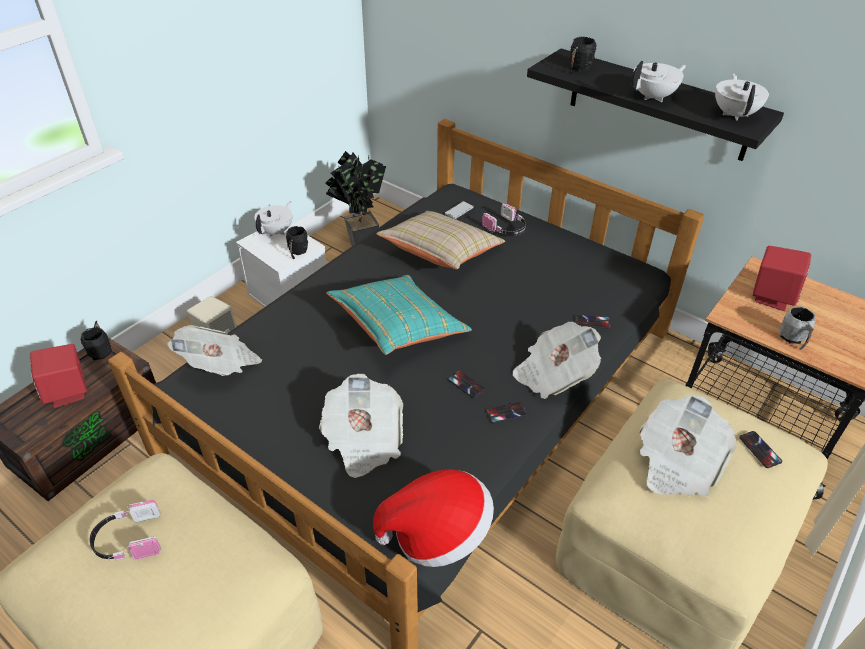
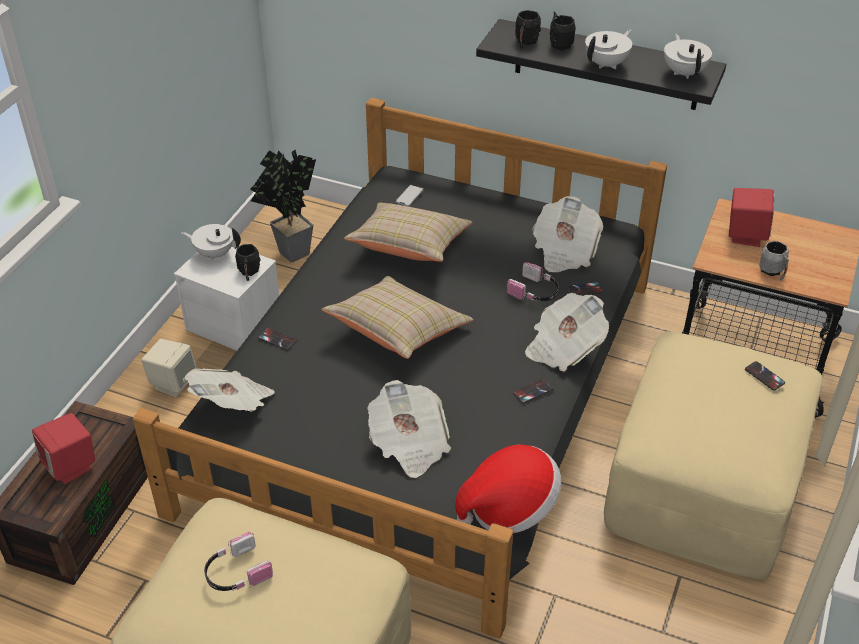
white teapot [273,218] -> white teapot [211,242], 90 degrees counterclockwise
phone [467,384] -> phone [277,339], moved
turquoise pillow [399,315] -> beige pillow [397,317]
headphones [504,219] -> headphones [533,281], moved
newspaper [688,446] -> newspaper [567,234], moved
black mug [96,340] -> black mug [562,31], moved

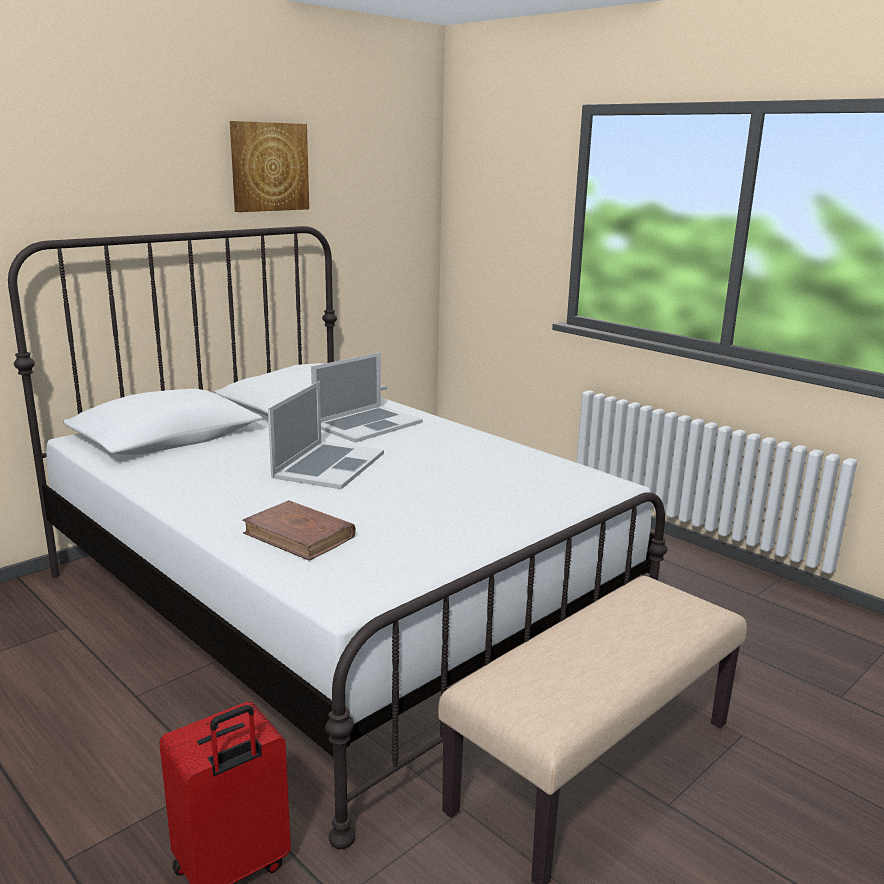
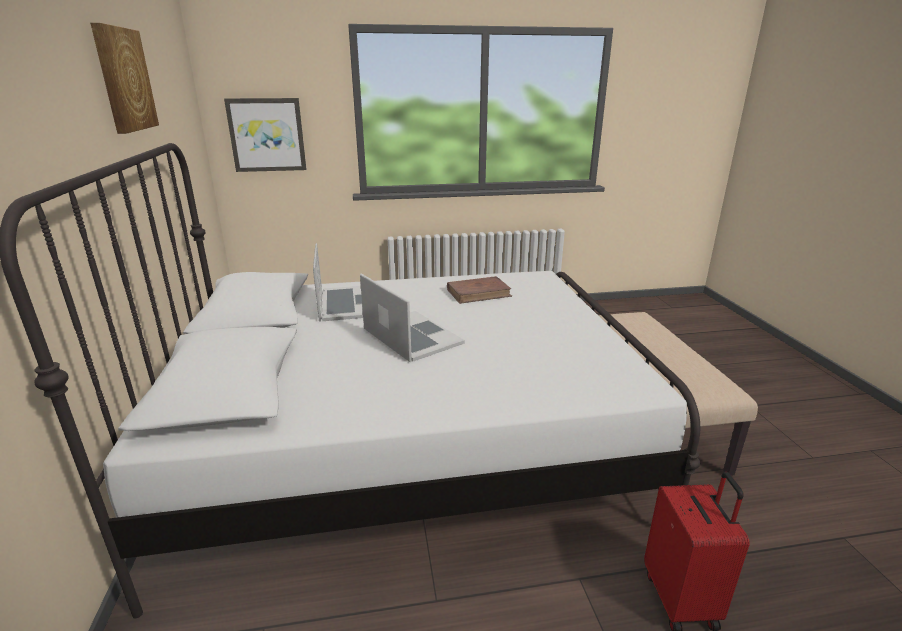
none -> picture [265,135]
brown book [299,530] -> brown book [479,290], moved

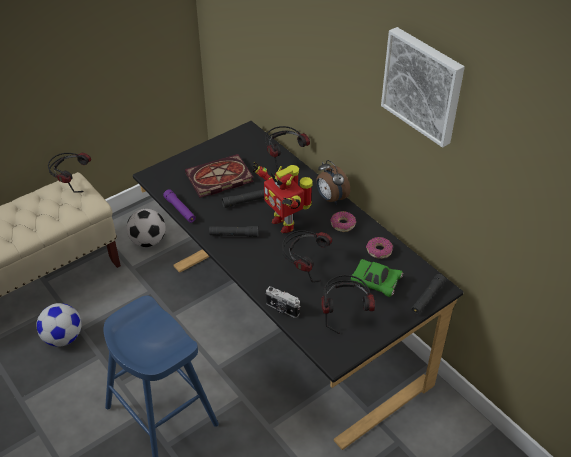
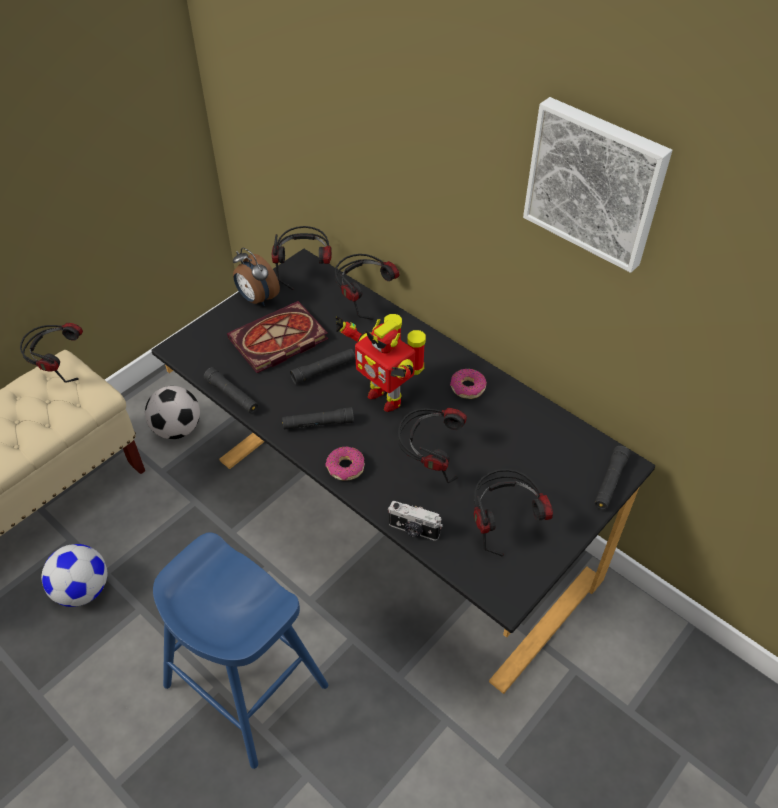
purple flashlight [179,206] -> black flashlight [231,390]
alarm clock [333,182] -> alarm clock [256,277], moved
none -> headphones [302,258]
donut [379,248] -> donut [345,464], moved
green toy car [377,278] -> none

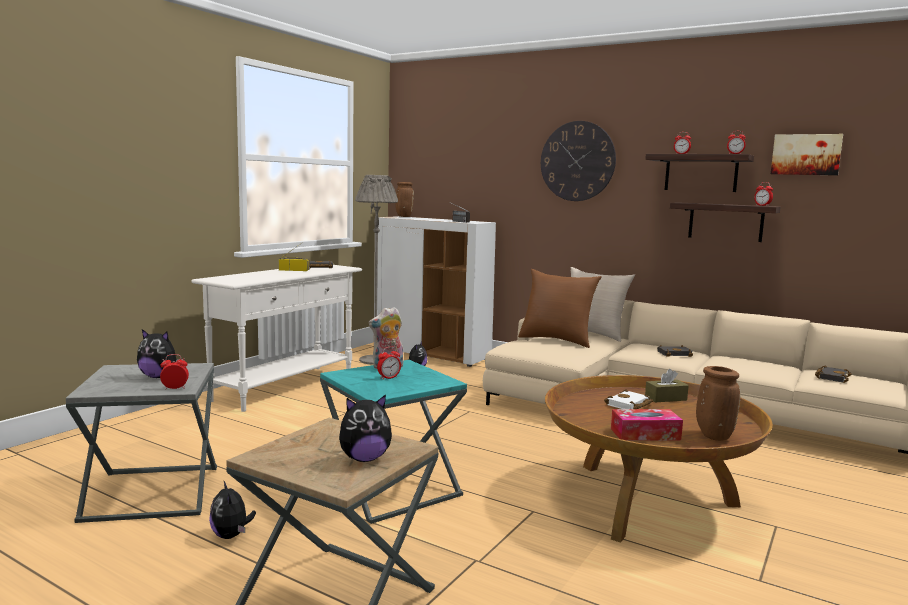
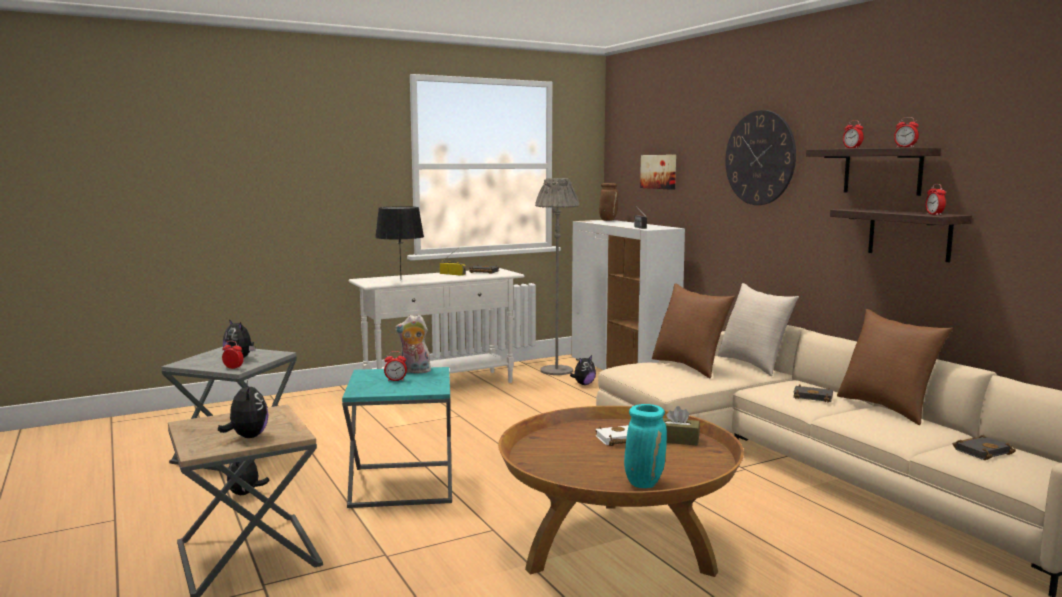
plush toy [365,428] -> plush toy [243,409], 120 degrees counterclockwise
none -> black table lamp [399,240]
brown vase [718,403] -> turquoise vase [645,446]
picture [807,154] -> picture [658,172], moved
none -> brown pillow [895,367]
tissue box [647,425] -> none

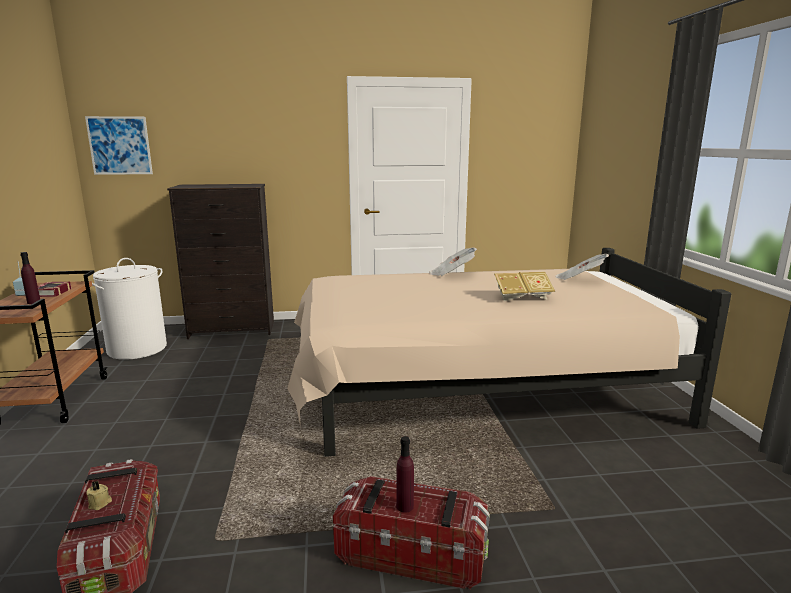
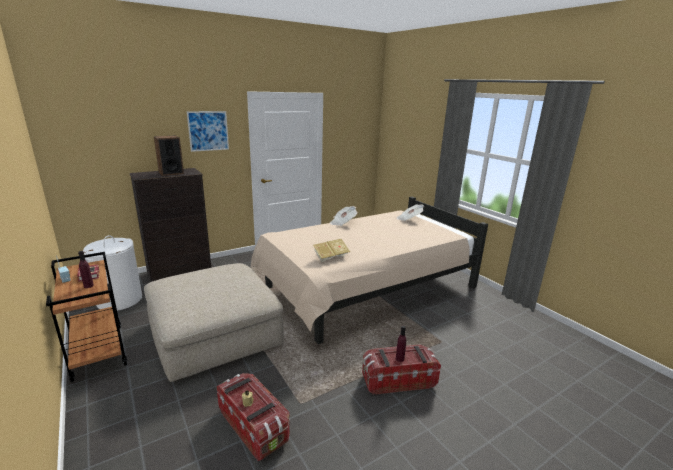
none -> beige ottoman [214,322]
none -> speaker [169,156]
picture [119,145] -> picture [208,131], moved
book [524,287] -> book [331,250], moved

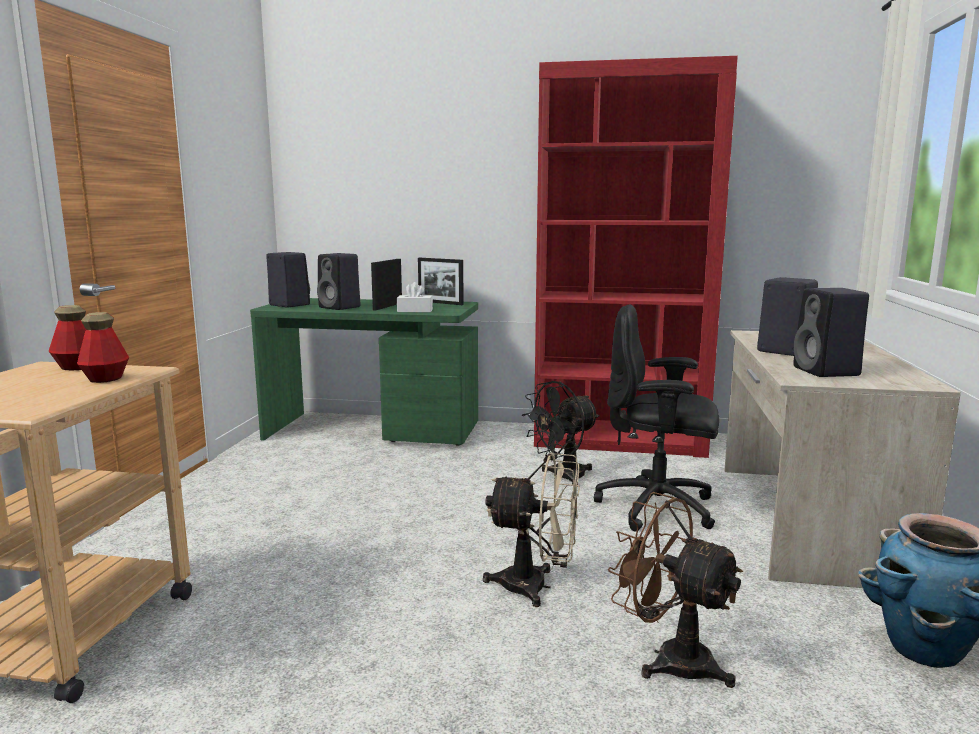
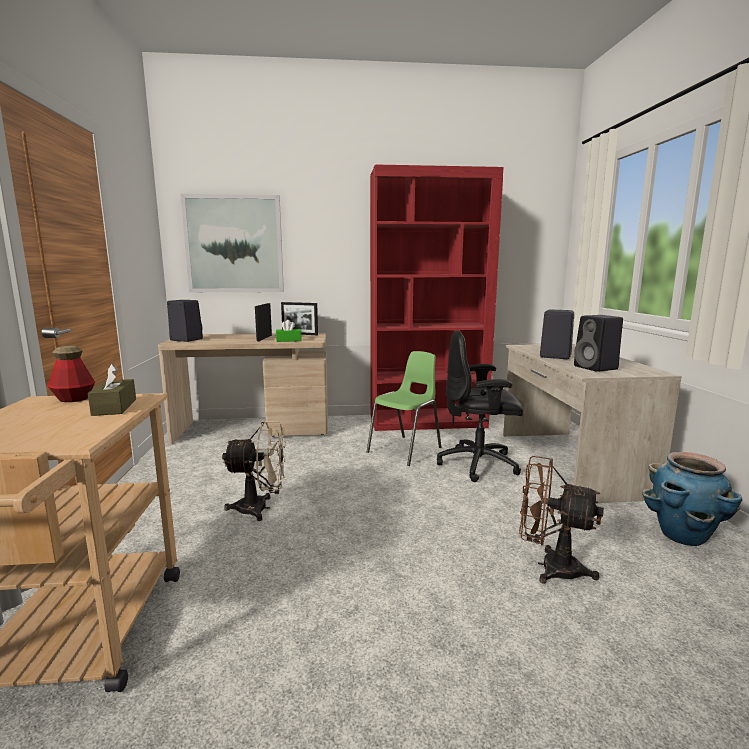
bottle [103,347] -> brown tissue box [112,390]
green desk [364,372] -> beige desk [243,389]
none -> picture [232,243]
beige fan [531,529] -> beige fan [254,471], moved
white tissue box [415,297] -> green tissue box [289,331]
black fan [561,433] -> green chair [404,408]
black speaker [339,281] -> none

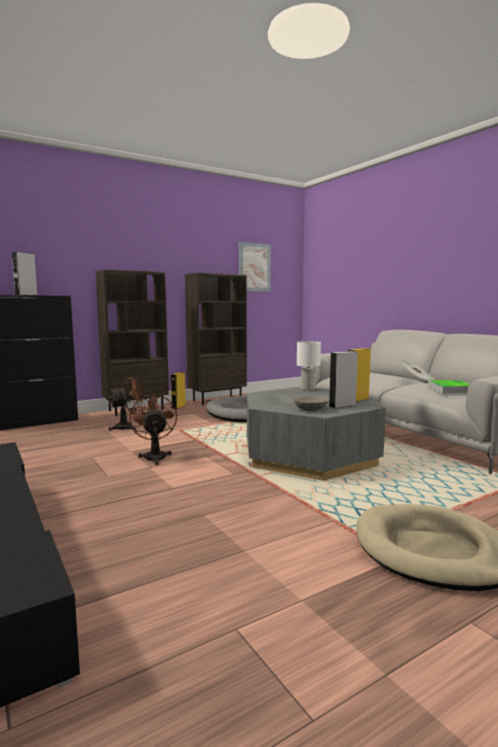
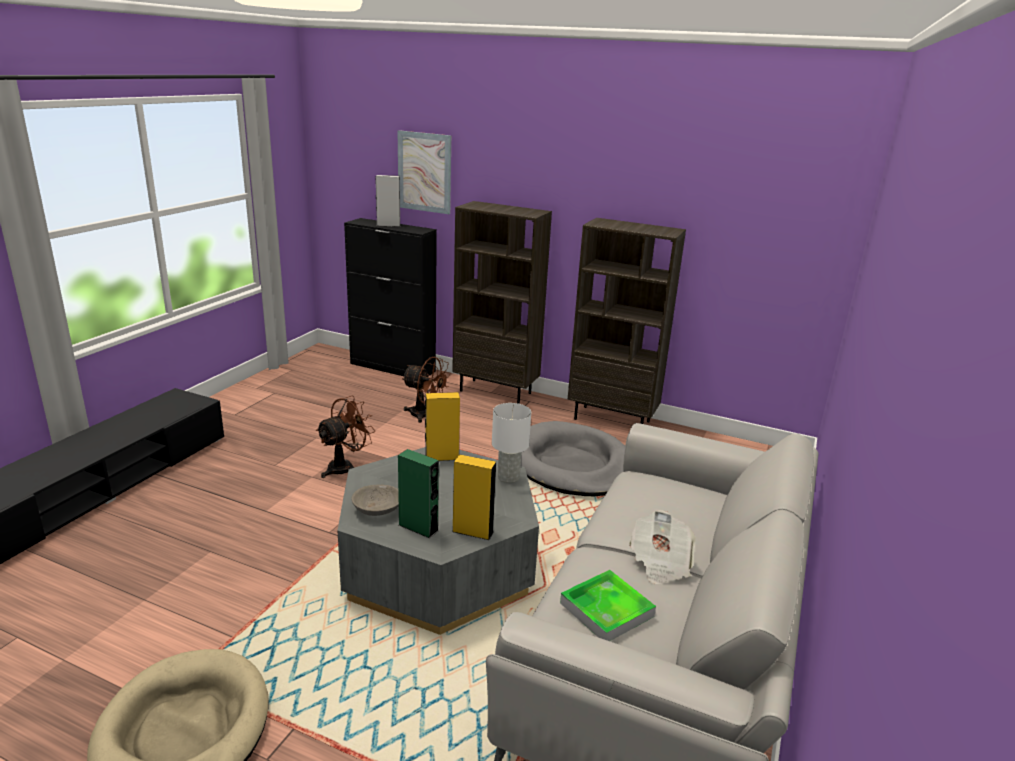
picture [255,266] -> picture [424,172], moved
grey speaker [343,379] -> green speaker [418,493]
yellow speaker [178,390] -> yellow speaker [442,426], moved

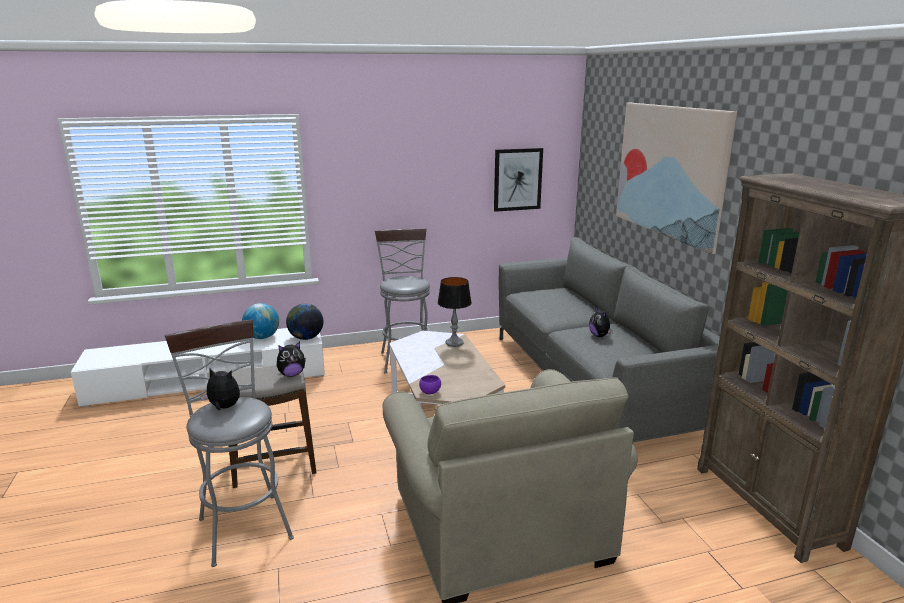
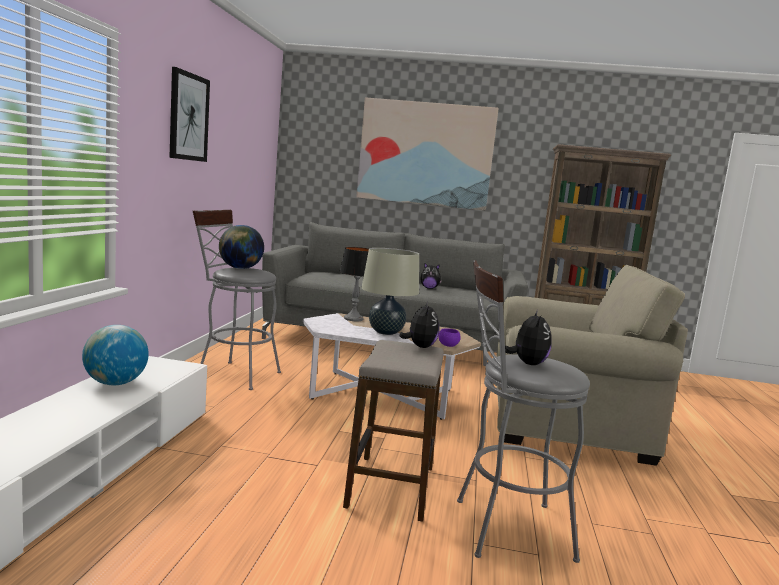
picture [518,180] -> picture [189,114], moved
globe [304,322] -> globe [241,247], moved
none -> beige table lamp [390,291]
plush toy [220,389] -> plush toy [528,337], 150 degrees clockwise

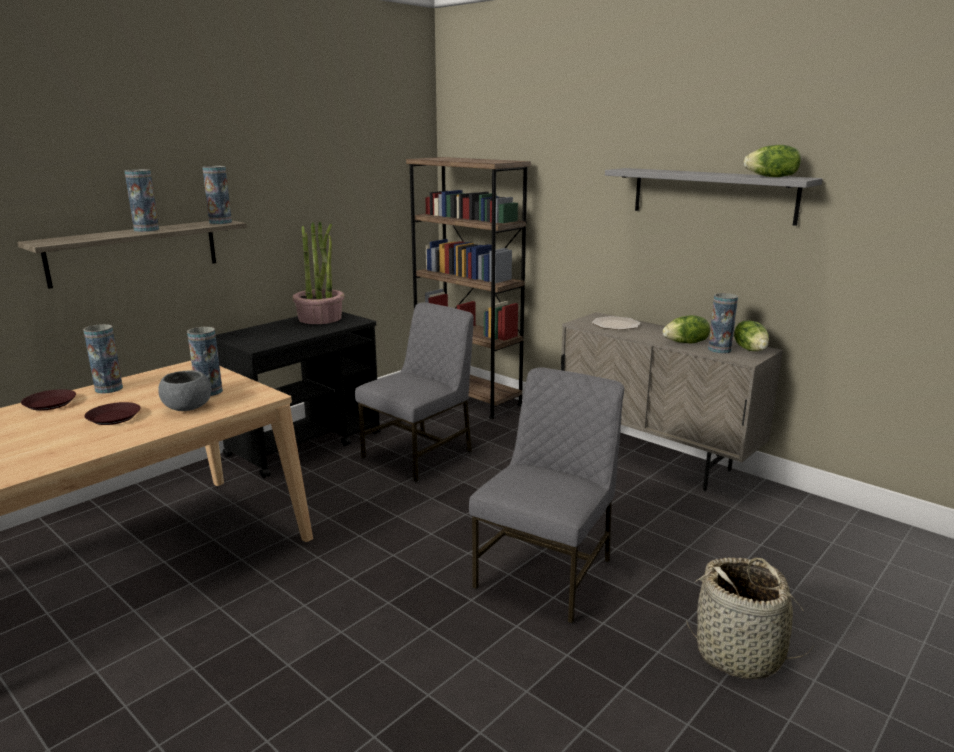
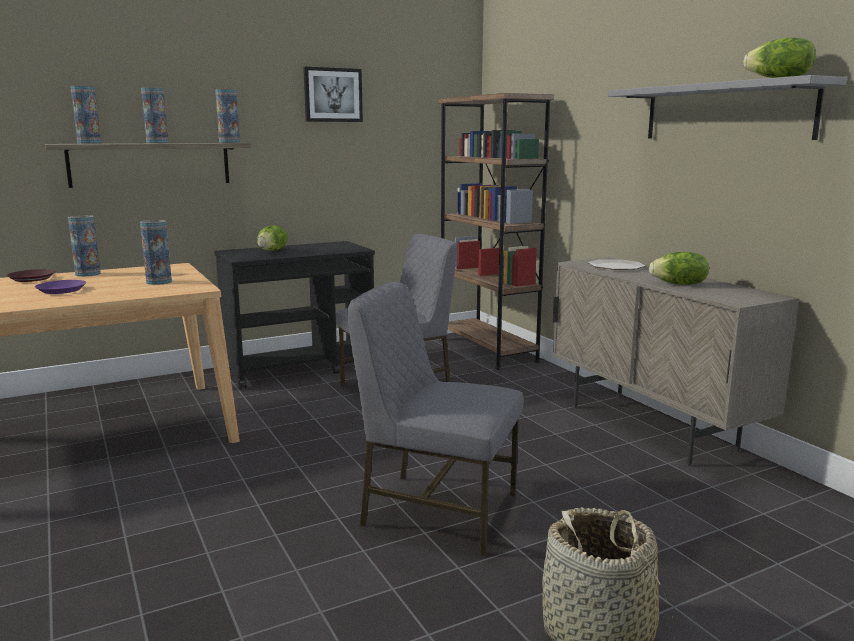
brown plate [112,413] -> purple plate [60,287]
vase [723,323] -> vase [85,115], moved
lettuce [751,335] -> lettuce [272,238], moved
none -> picture [333,94]
grey chair [546,495] -> grey chair [435,419], 120 degrees counterclockwise
grey bowl [184,390] -> none
potted plant [318,272] -> none

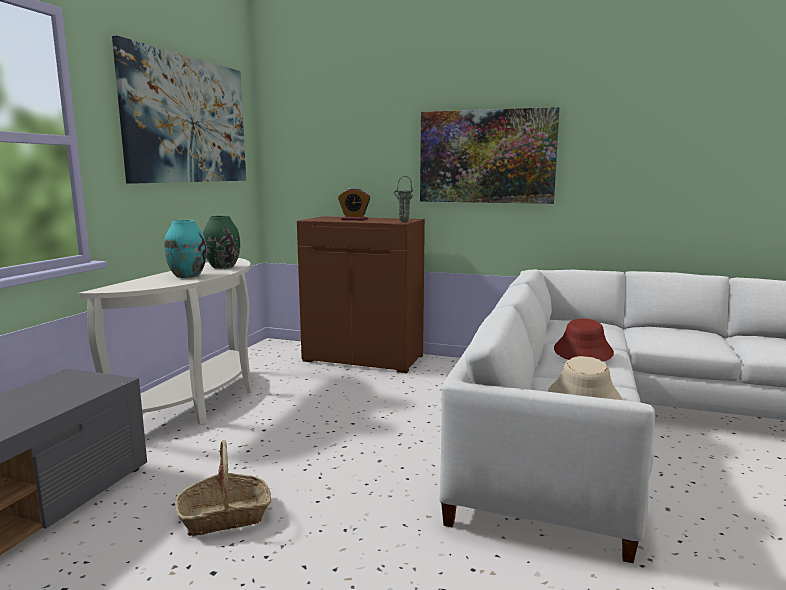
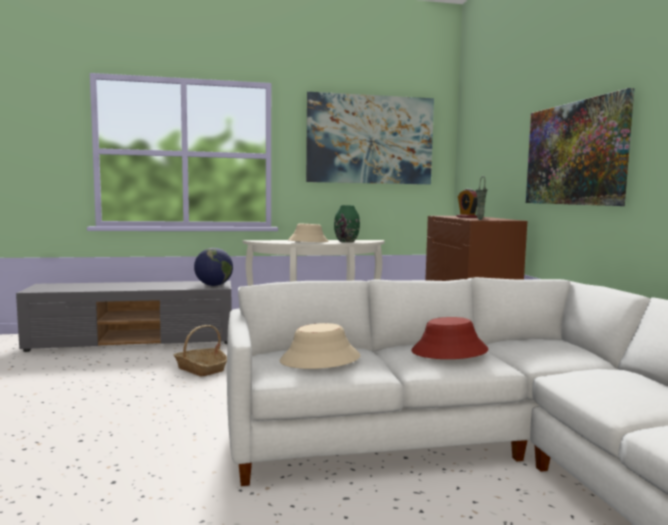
none -> globe [213,267]
turquoise vase [185,249] -> beige hat [308,233]

